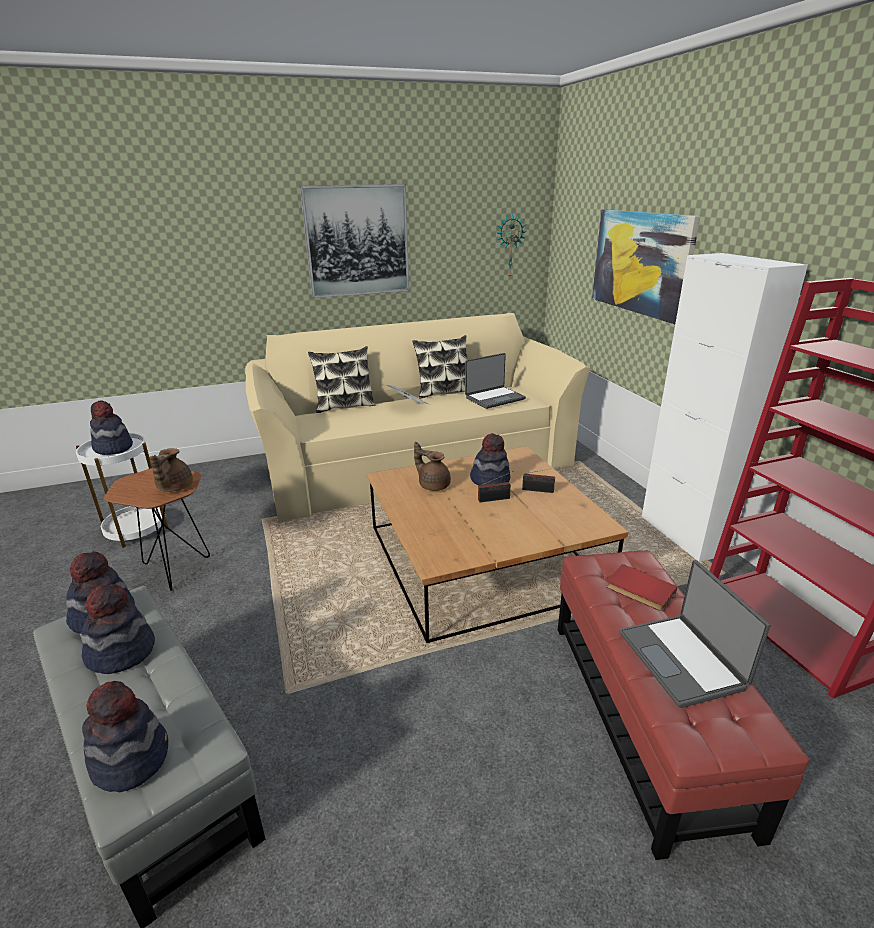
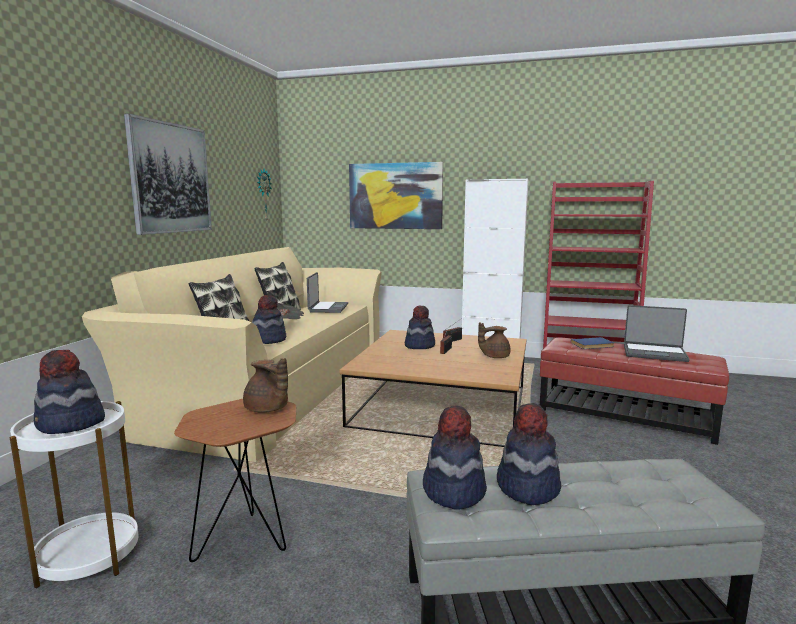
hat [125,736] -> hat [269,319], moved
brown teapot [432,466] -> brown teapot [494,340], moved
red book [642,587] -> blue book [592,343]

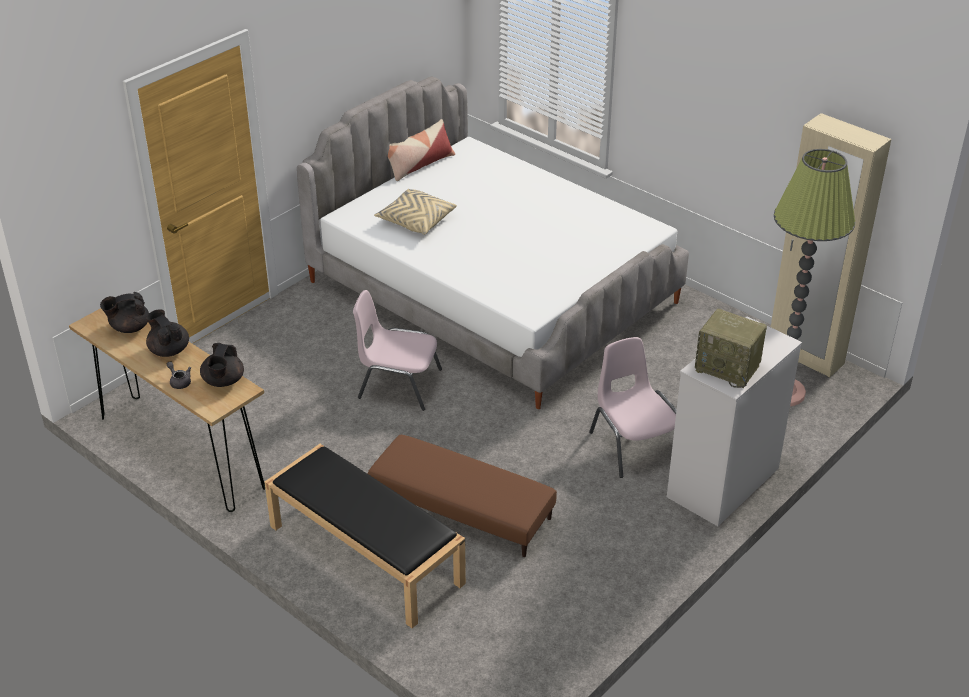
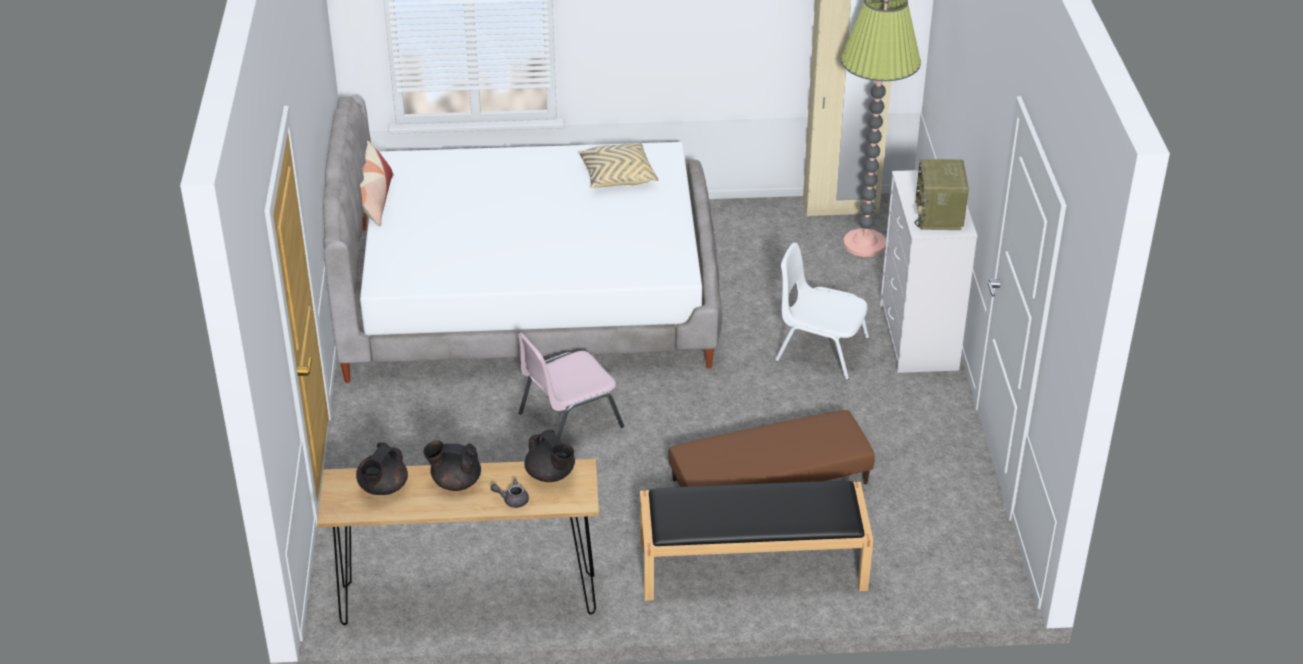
beige pillow [415,212] -> beige pillow [618,165], moved
pink chair [633,407] -> white chair [822,311]
radio [731,348] -> radio [942,194], 105 degrees clockwise

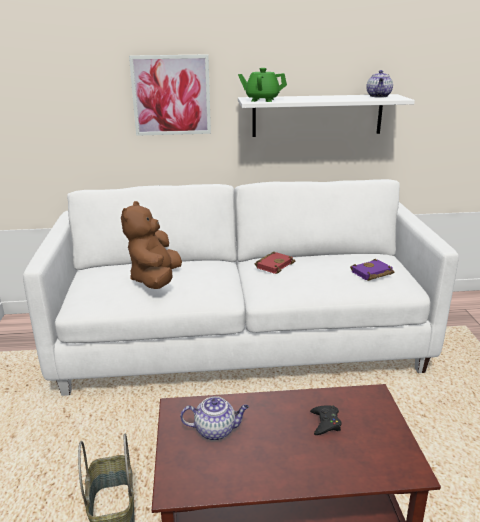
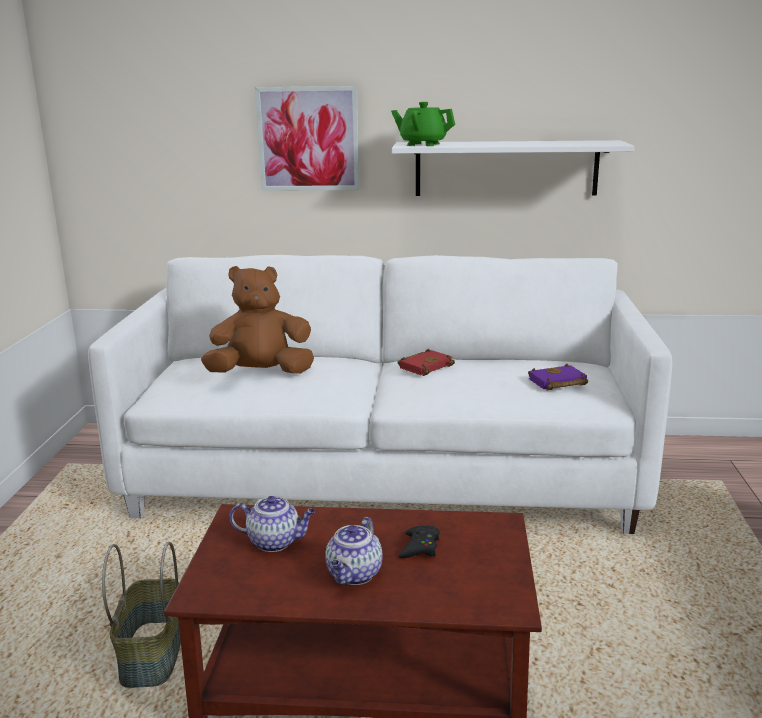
brown plush toy [151,245] -> brown plush toy [257,320], 60 degrees clockwise
teapot [379,84] -> teapot [354,551], moved

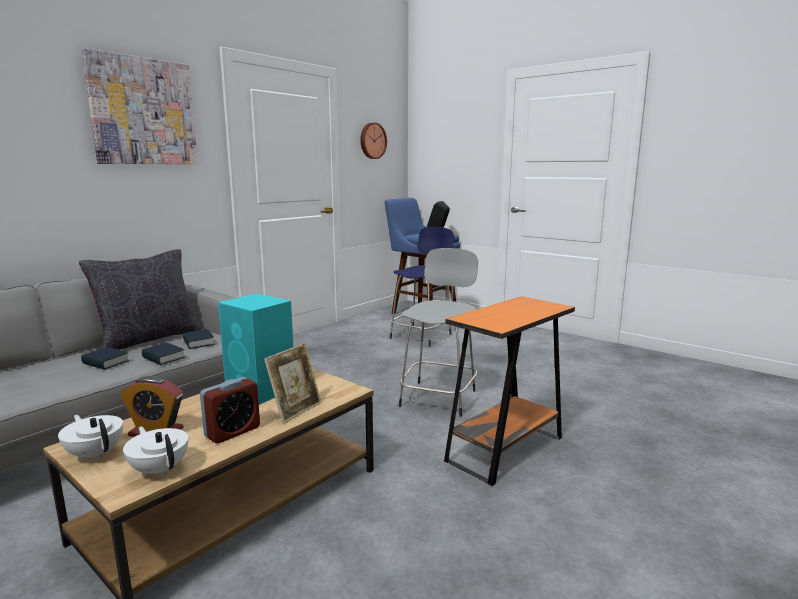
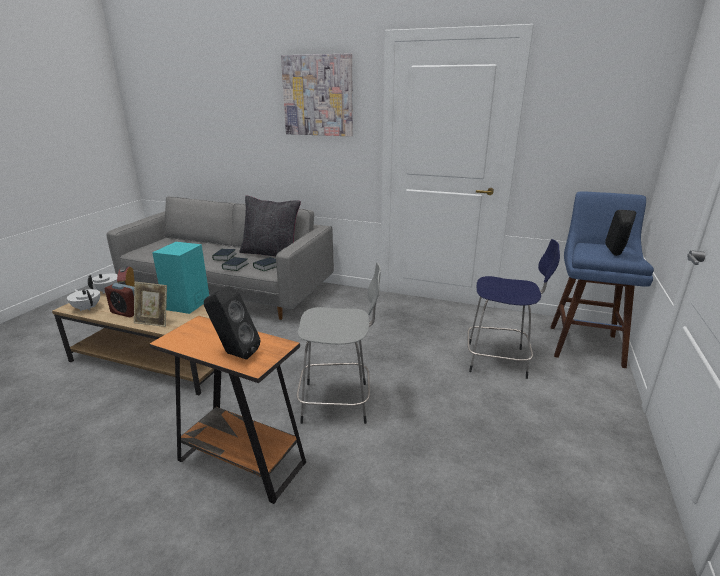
white teapot [155,451] -> white teapot [83,300], 75 degrees counterclockwise
none -> black speaker [232,323]
wall clock [373,141] -> none

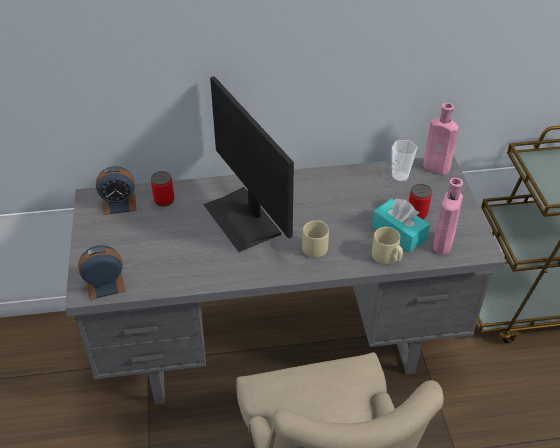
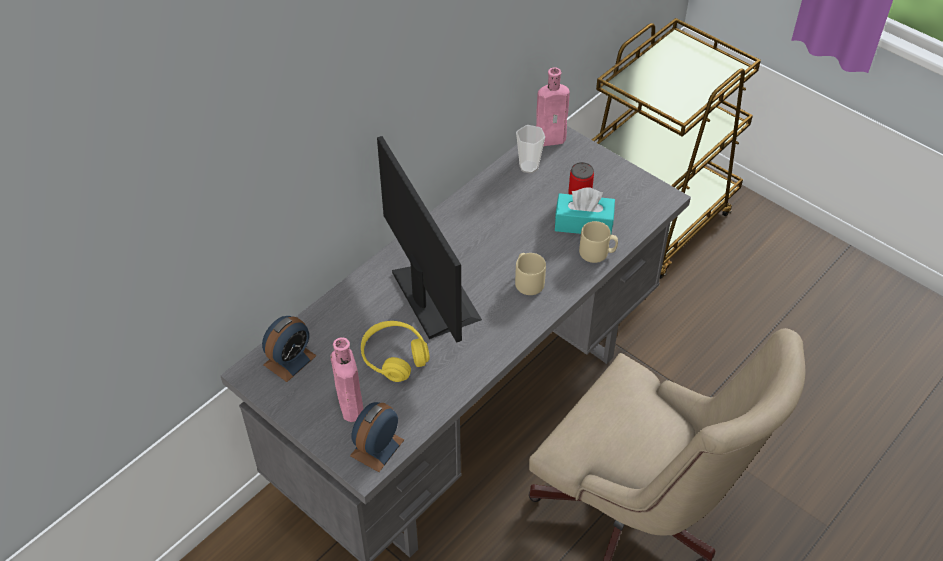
pink bottle [448,216] -> pink bottle [346,379], moved
none -> yellow headphones [395,351]
monitor [248,164] -> monitor [429,239], 135 degrees counterclockwise
can [162,189] -> none

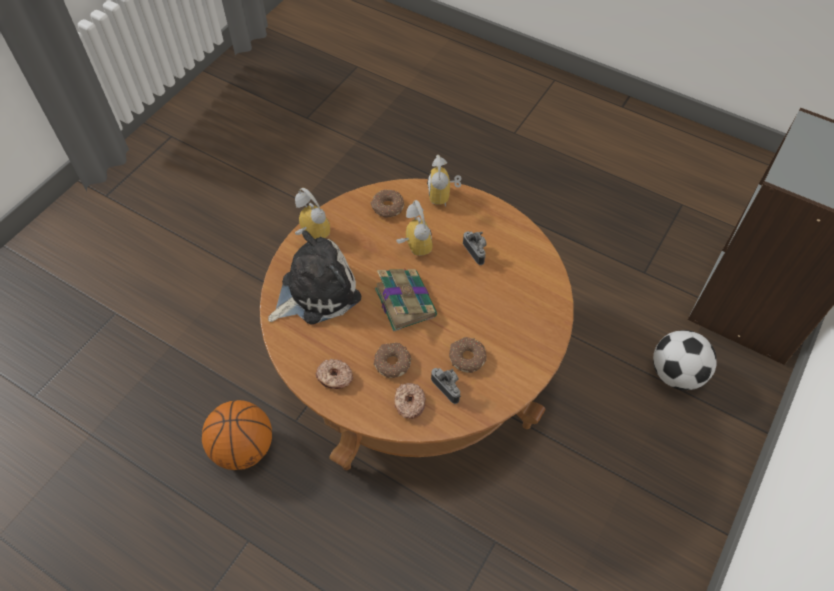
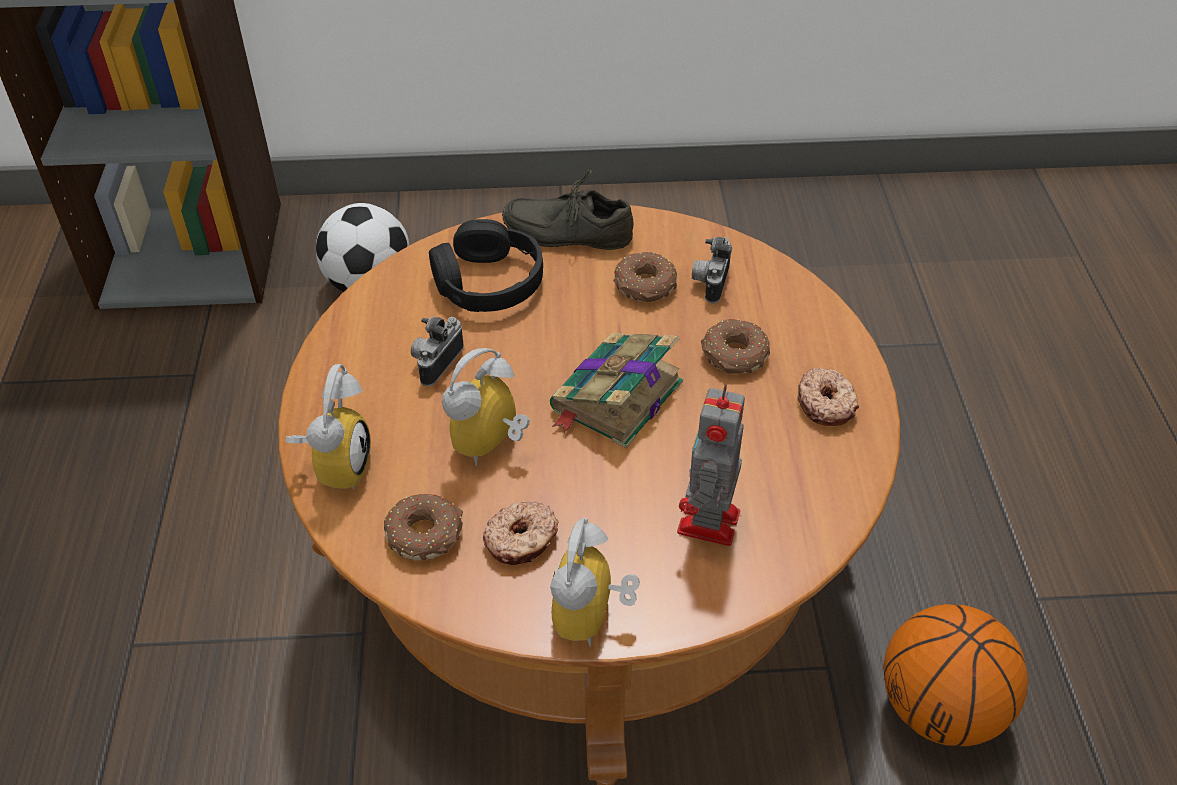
alarm clock [444,181] -> alarm clock [328,426], 45 degrees counterclockwise
none -> black headphones [486,265]
donut [410,401] -> donut [521,533], moved
none -> grey shoe [568,207]
plush toy [314,277] -> toy robot [711,465]

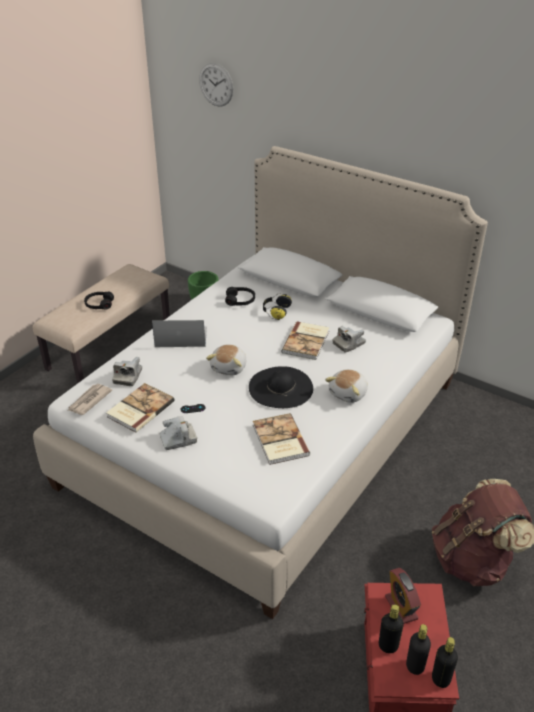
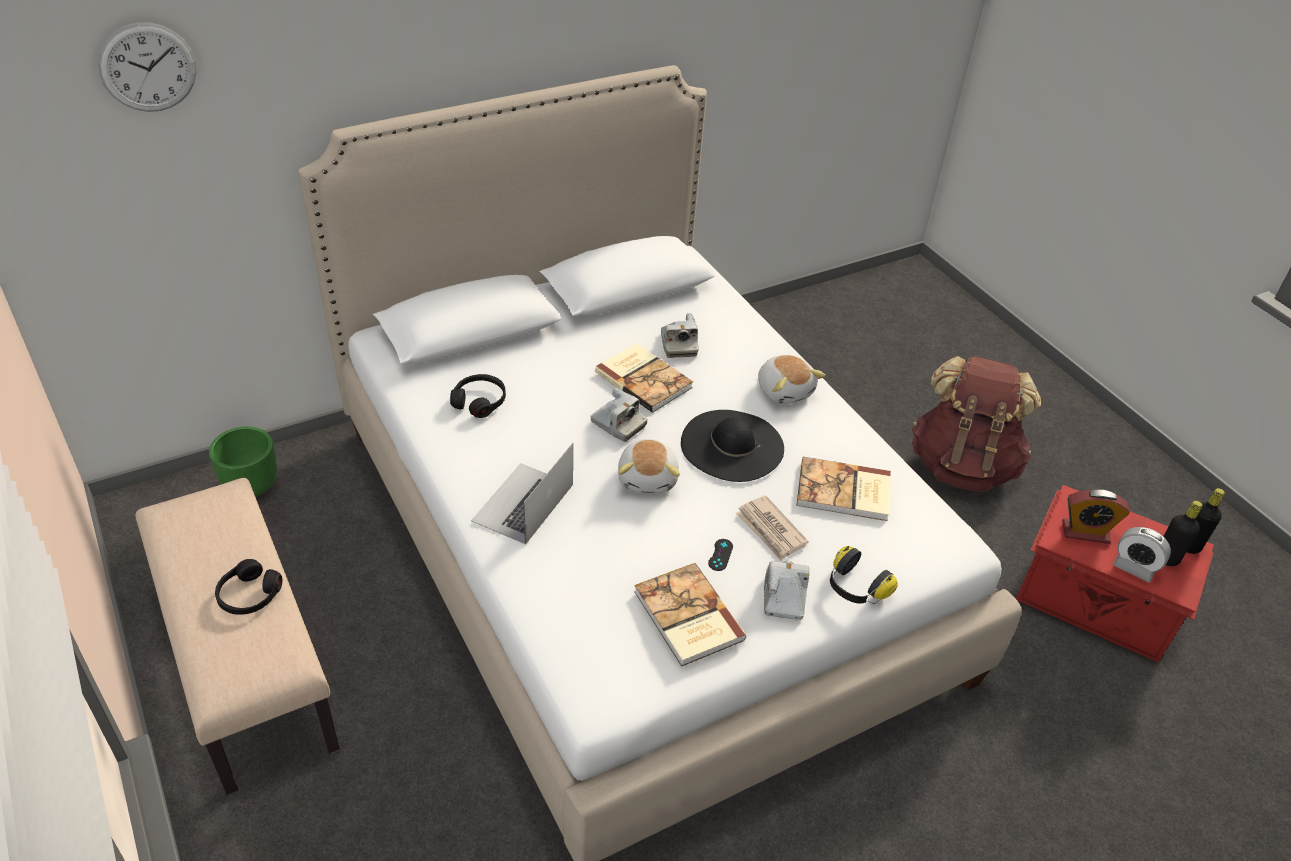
photo camera [127,371] -> photo camera [618,415], moved
plush toy [226,360] -> plush toy [649,466], 45 degrees clockwise
newspaper [89,399] -> newspaper [772,528], moved
headphones [277,306] -> headphones [864,575], moved
black bottle [391,628] -> alarm clock [1142,555]

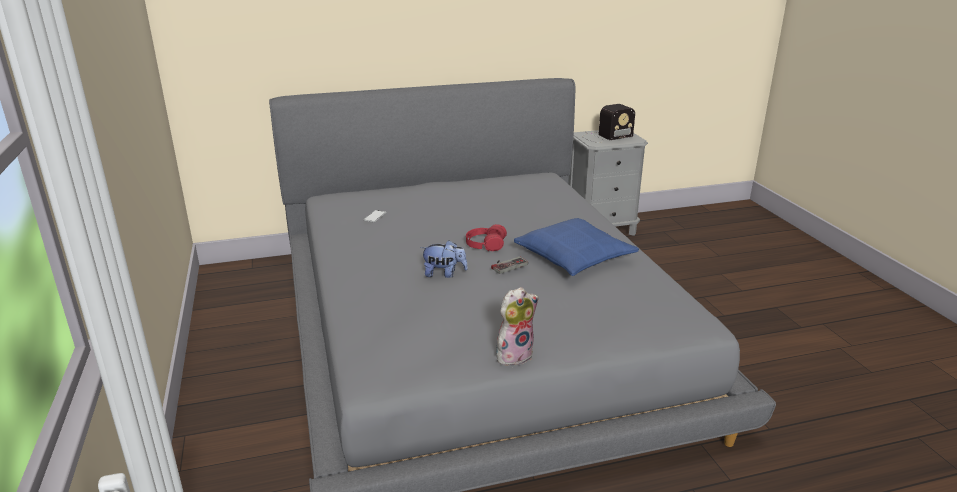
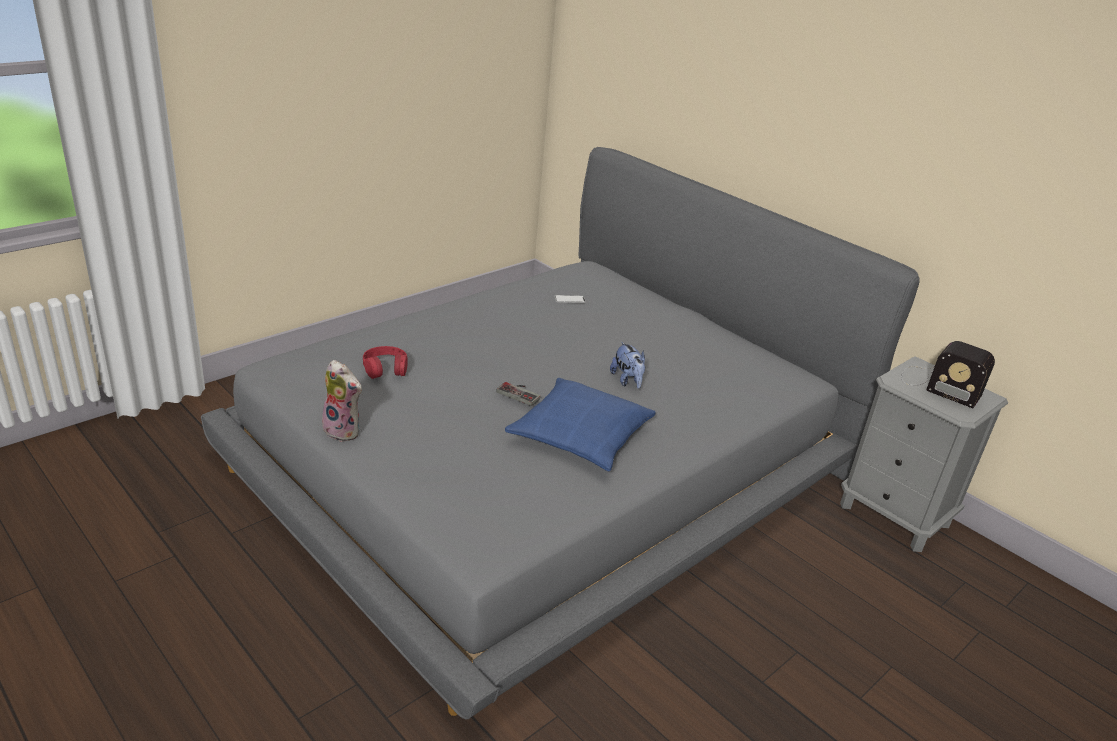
red headphones [486,237] -> red headphones [385,362], moved
plush toy [444,259] -> plush toy [627,365], moved

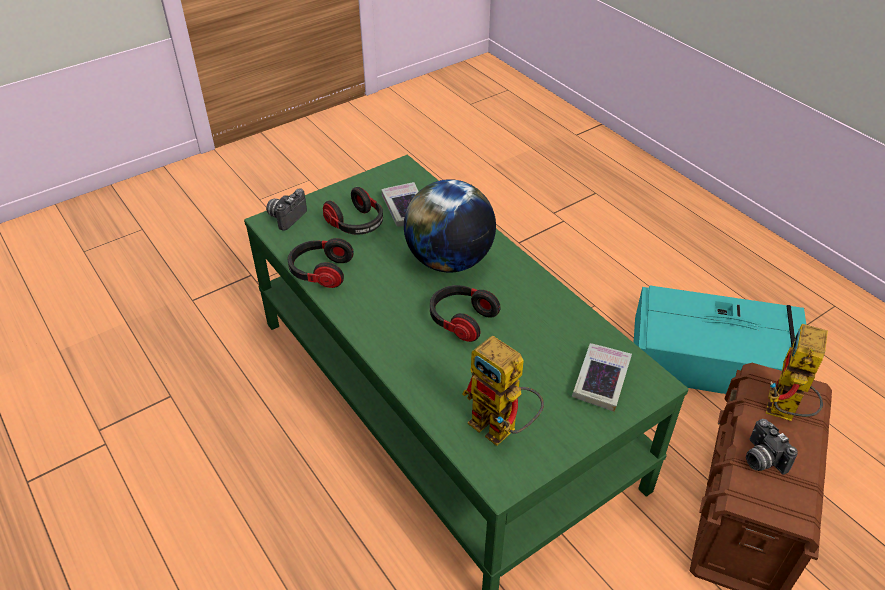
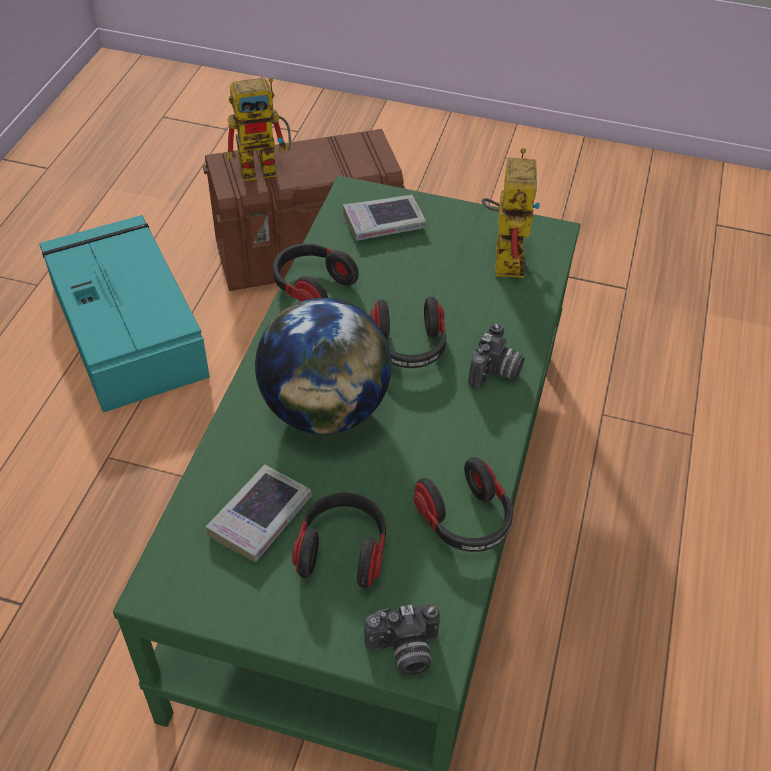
none -> headphones [316,272]
photo camera [772,447] -> photo camera [496,356], moved

